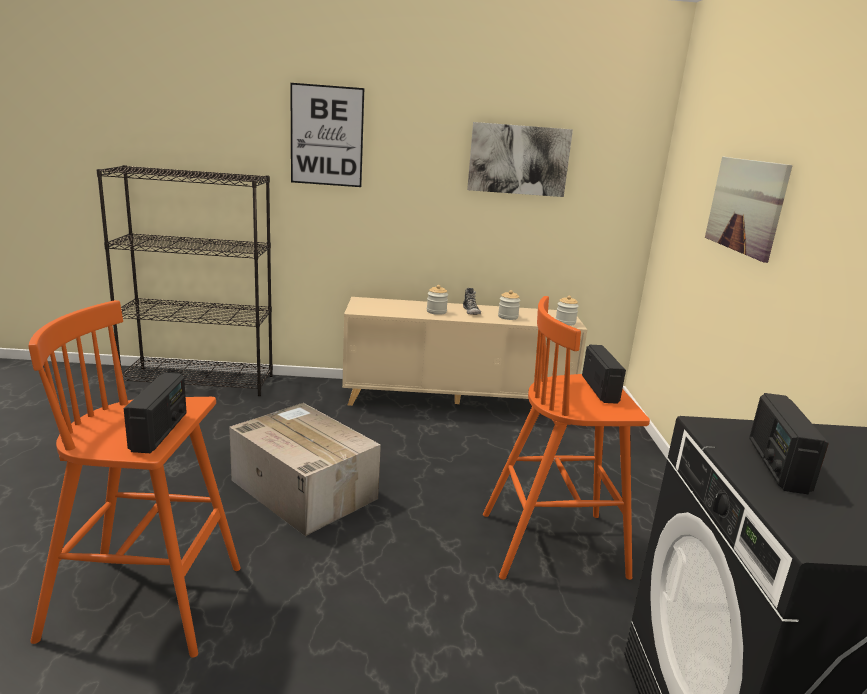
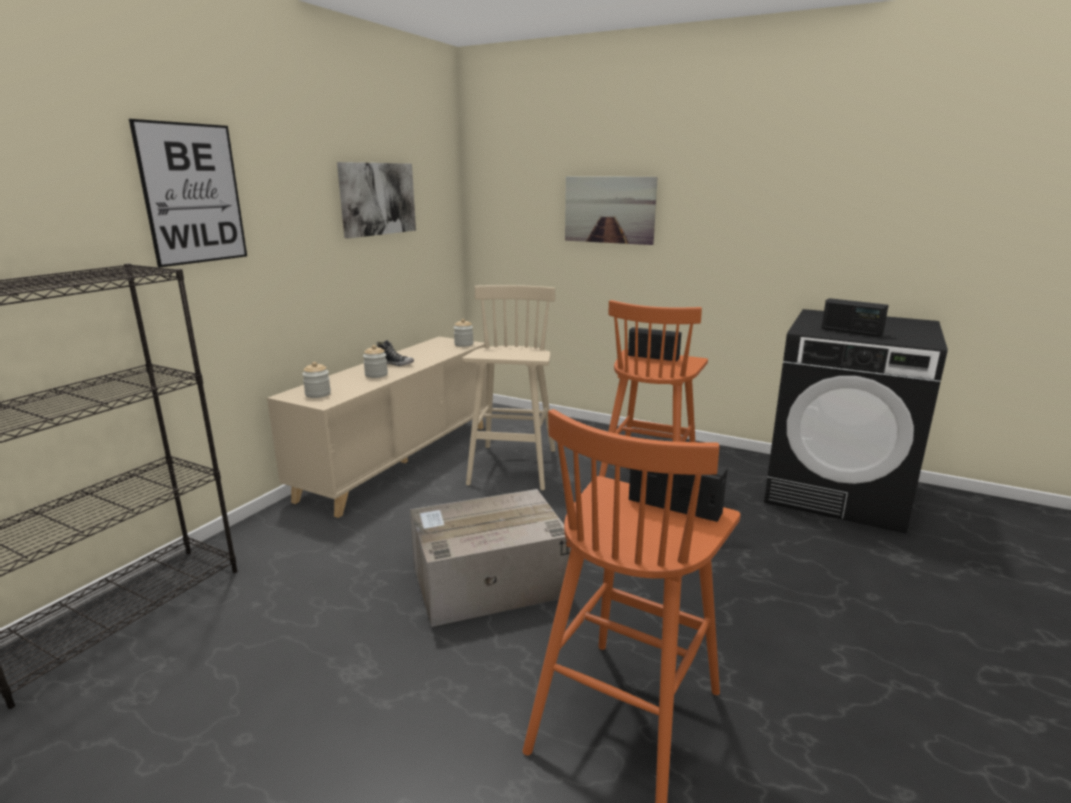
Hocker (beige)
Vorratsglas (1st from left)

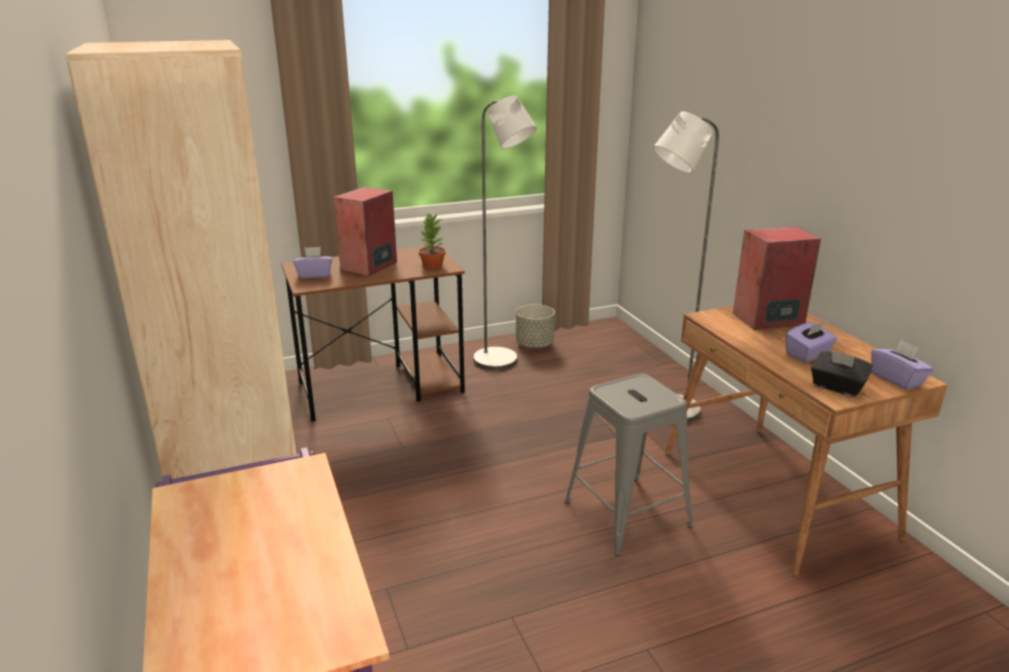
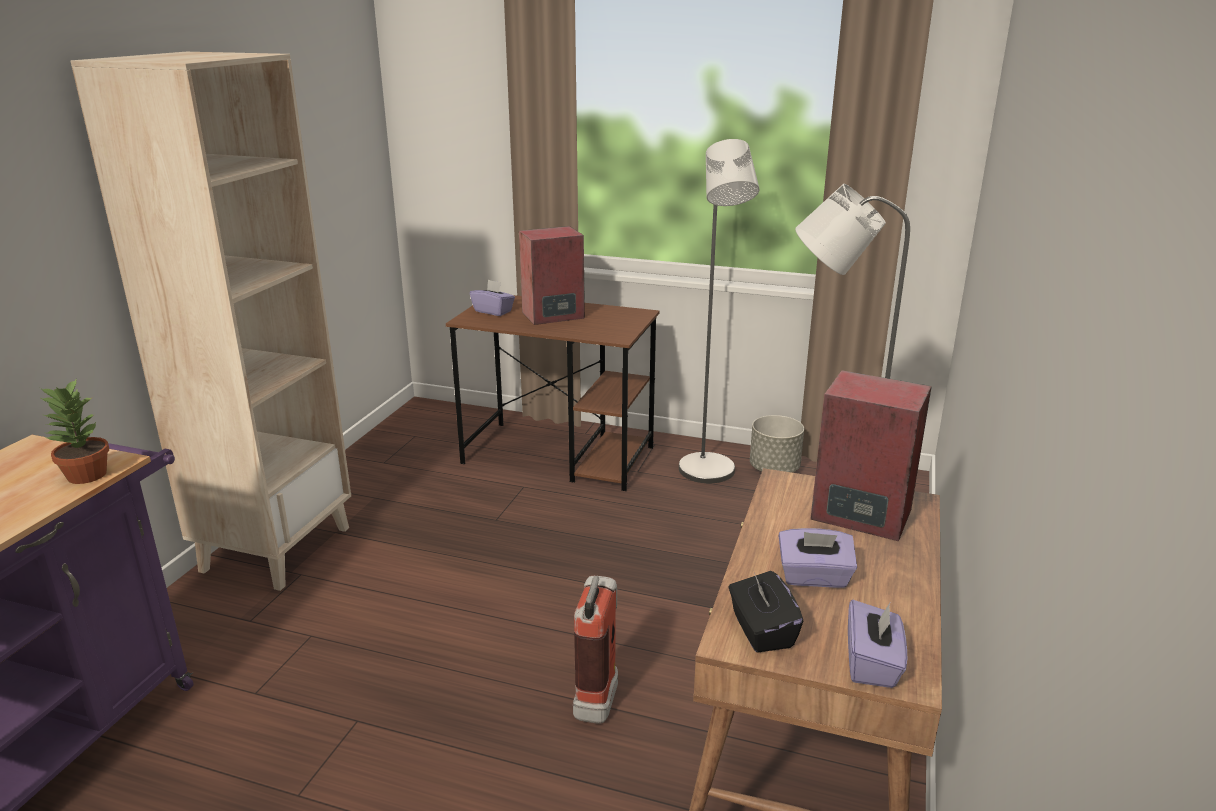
Topfpflanze
Feuerlöscher

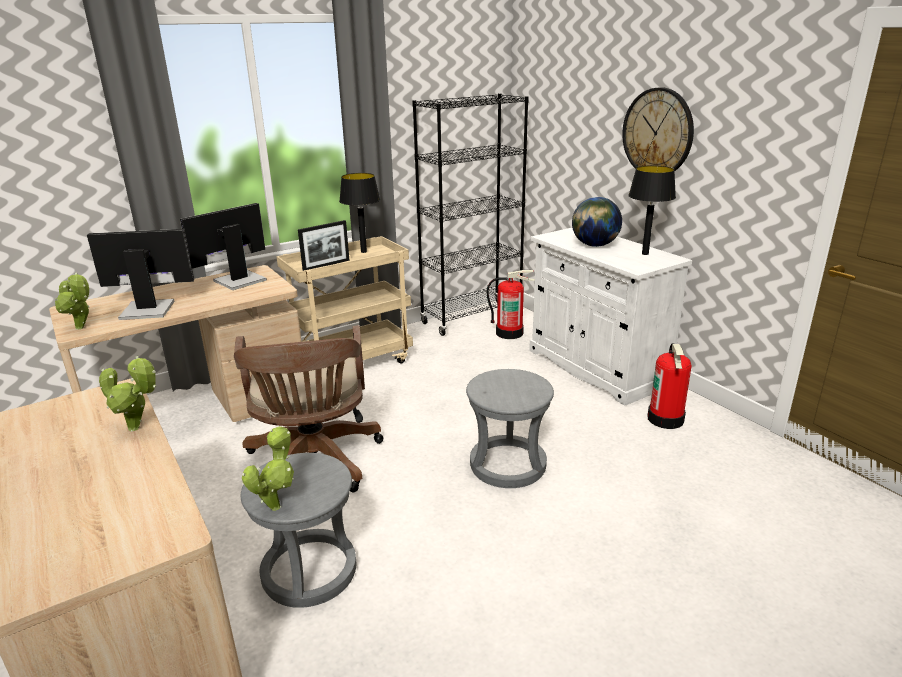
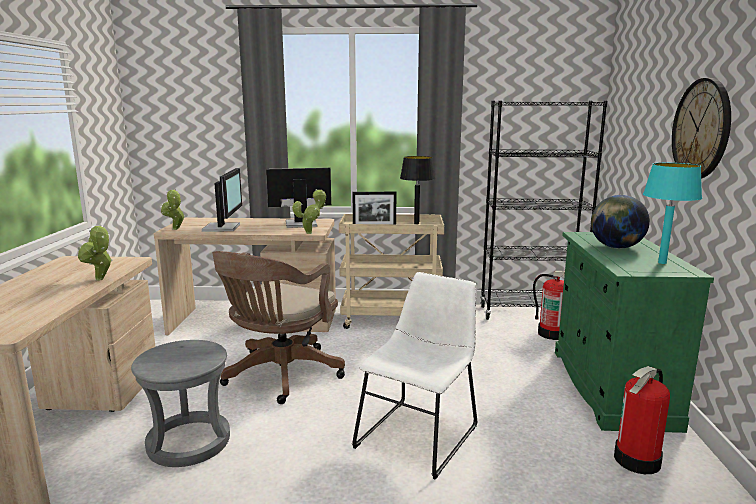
Topfpflanze (3rd from left)
Stuhl (weiß)
Schrank (grün)
Tischlampe (türkis)
Monitor (1st from left)

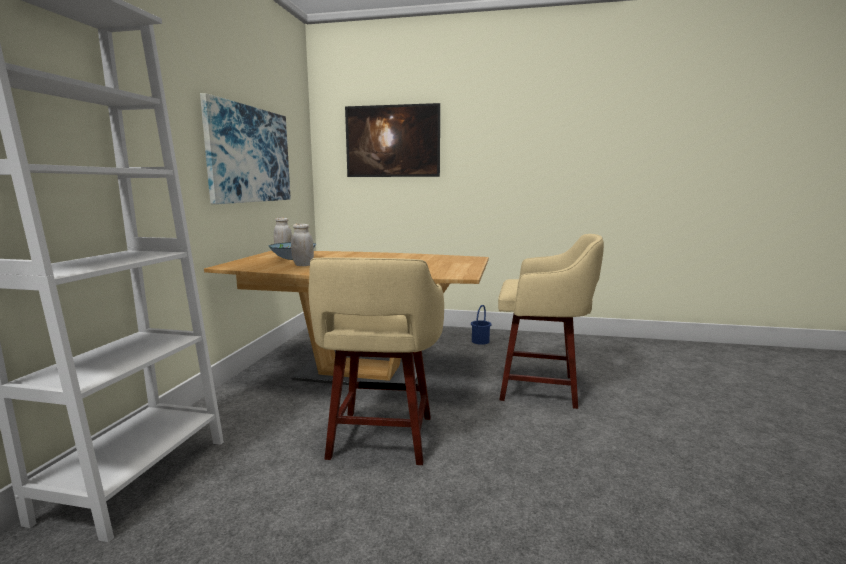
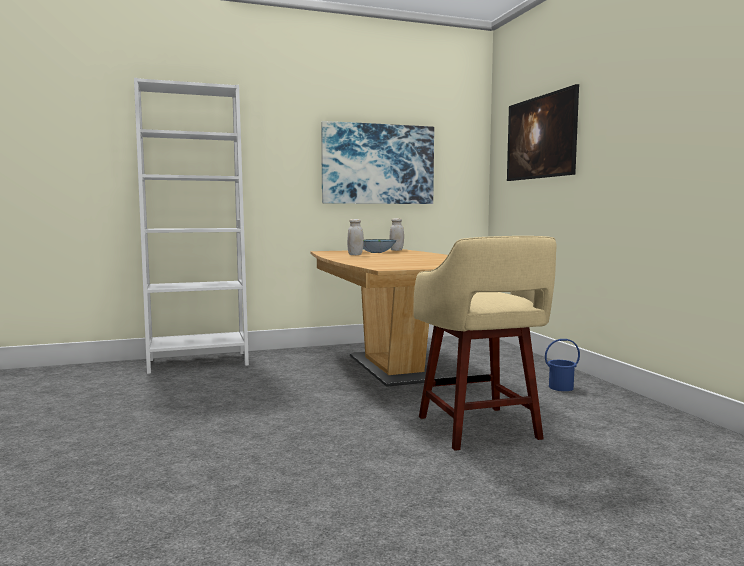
Hocker (beige) (1st from left in the first image)

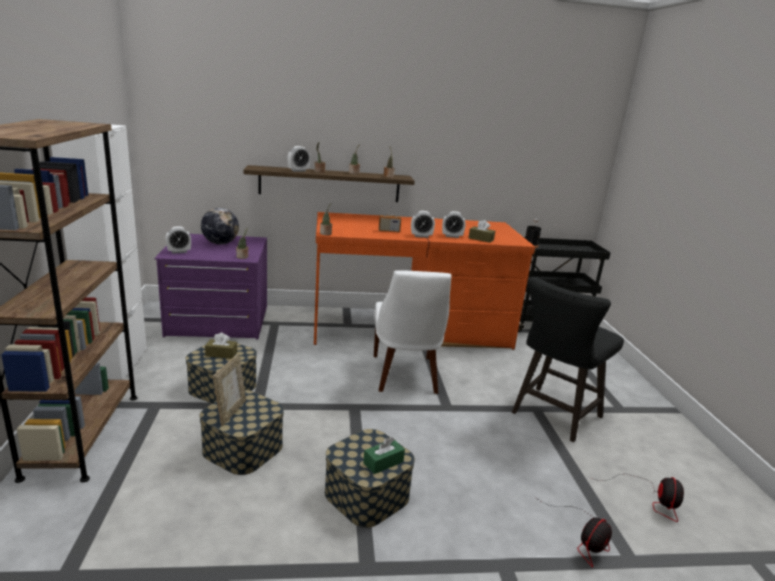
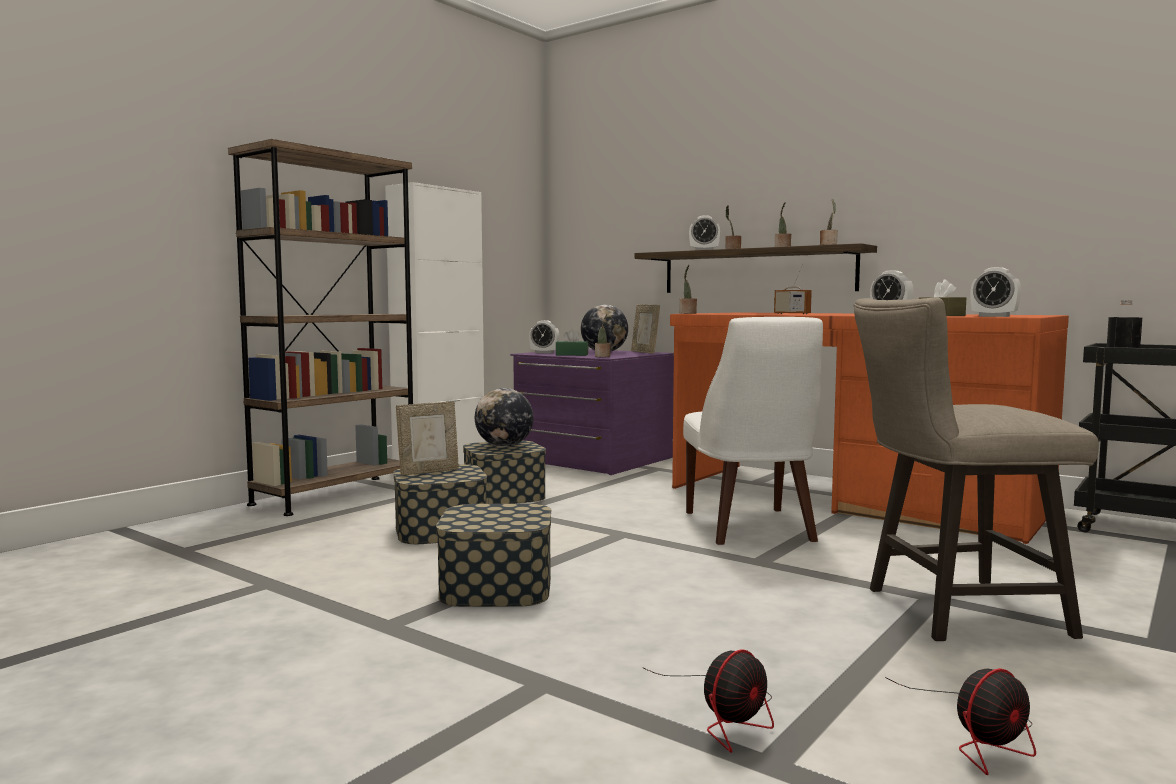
Bilderrahmen (2nd from left)
Taschentuchbox (grün)
Wecker (4th from left)
Globus (1st from left)
Hocker (beige)
Stuhl (weiß)
Ventilator (1st from left)

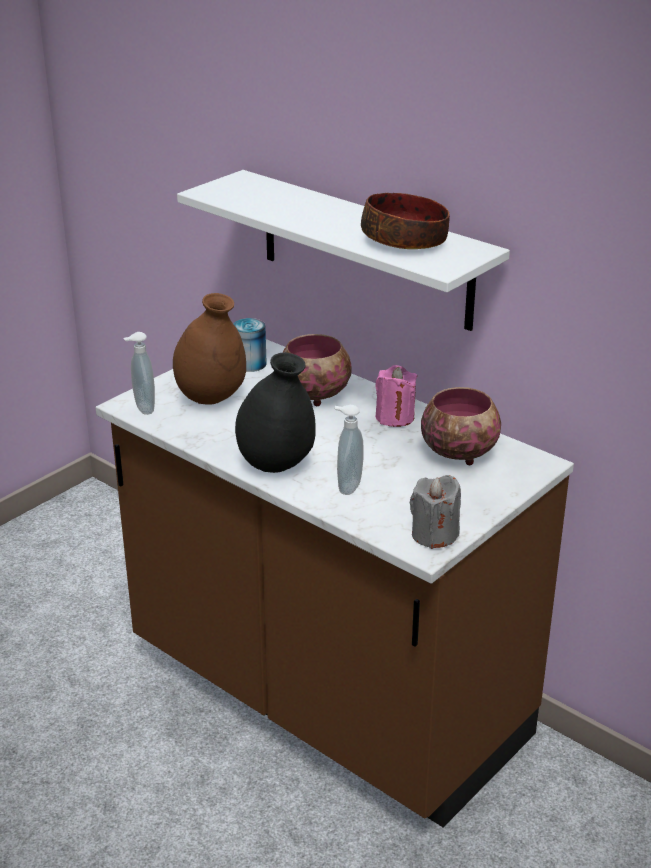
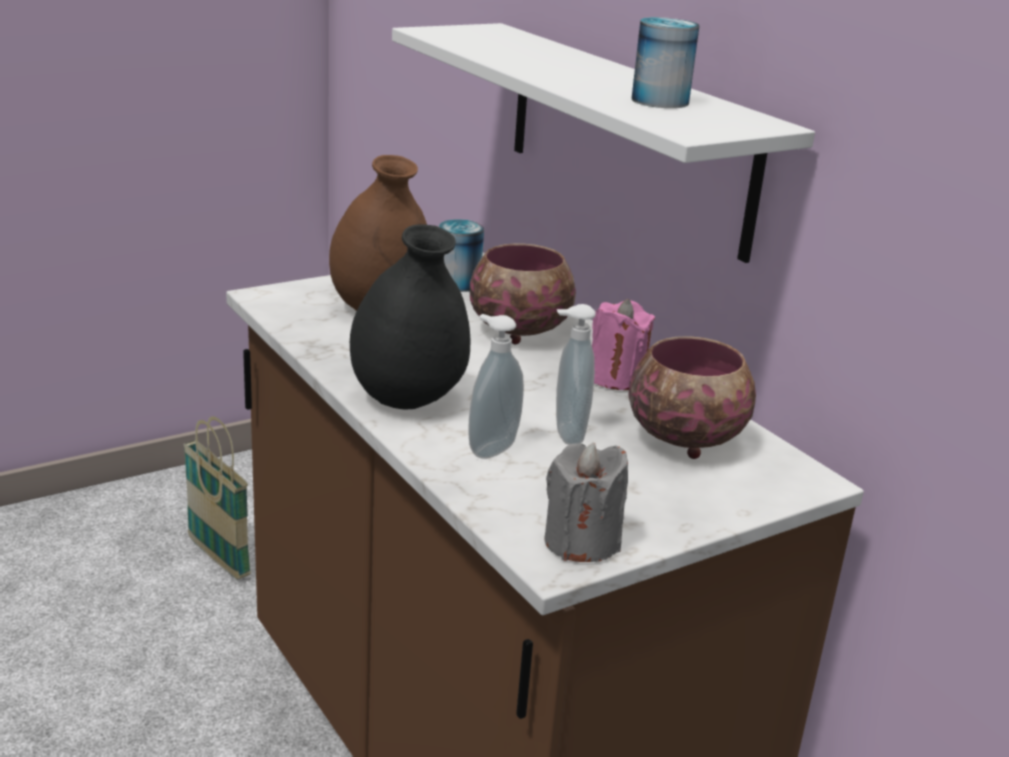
Korb
Seifenspender (2nd from left)
Dose (2nd from left)

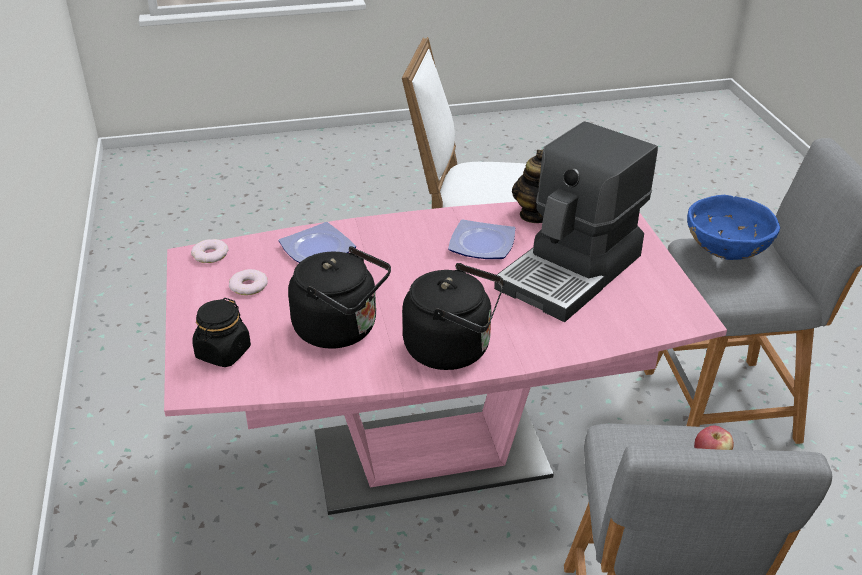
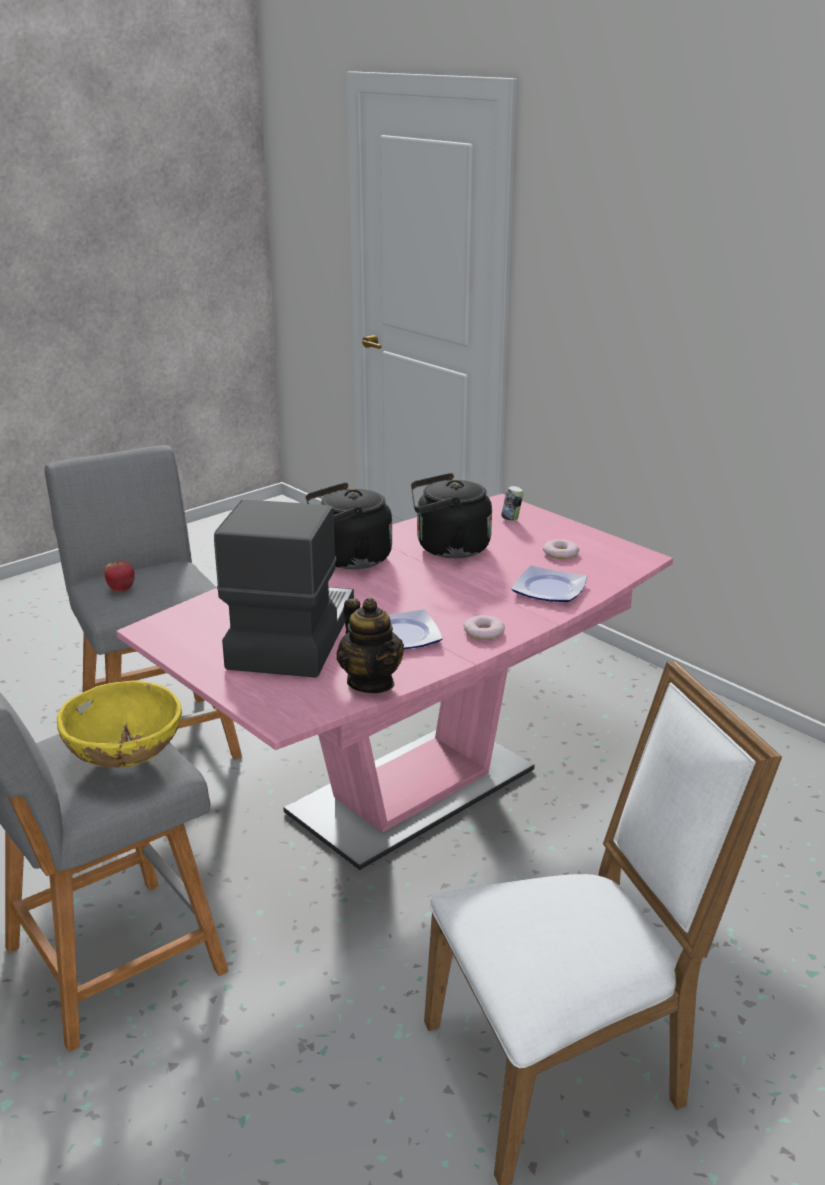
Donut (1st from left)
Dose
Schüssel (gelb)

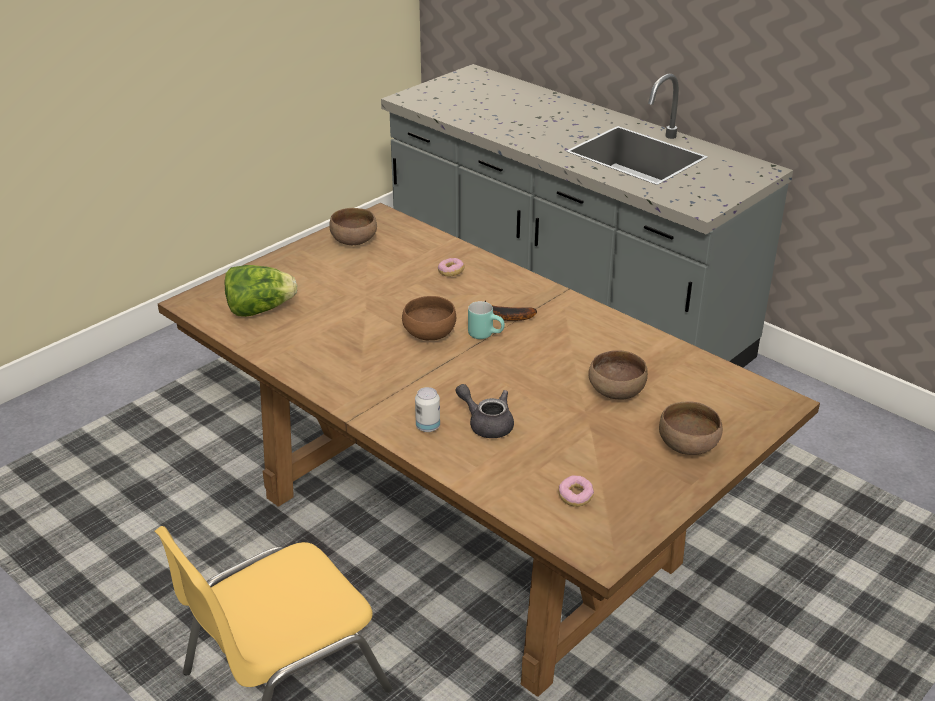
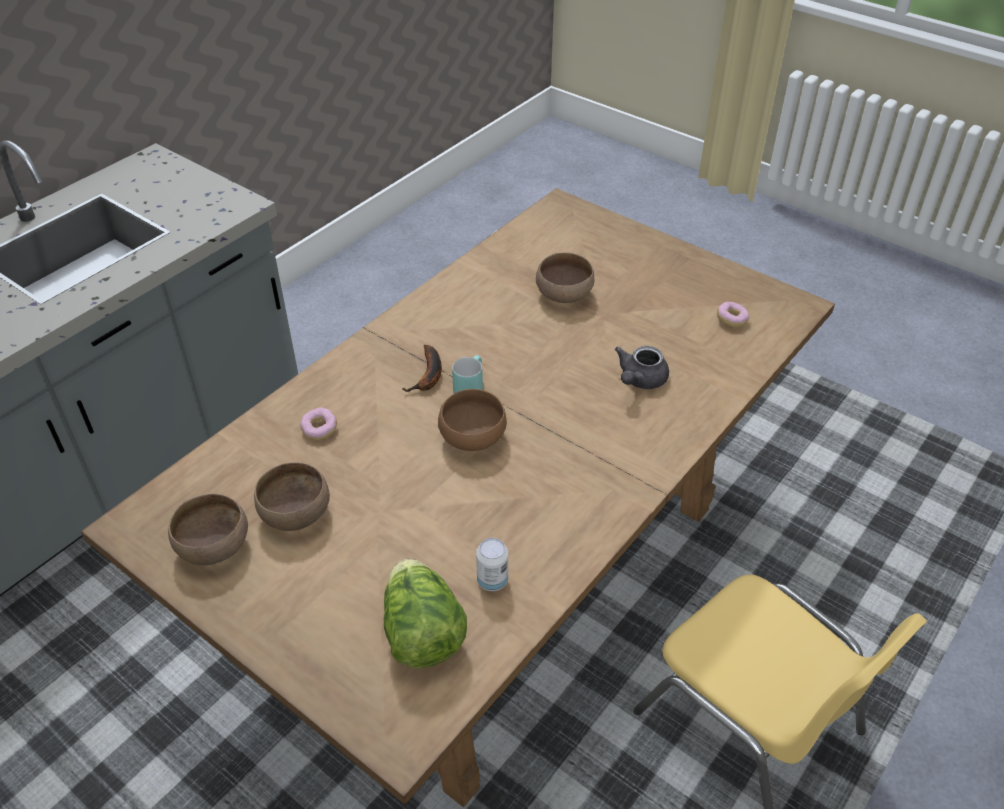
Dose
Schüssel (braun) (2nd from left)

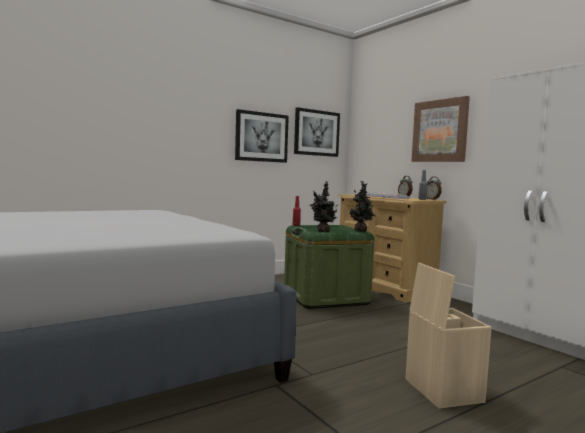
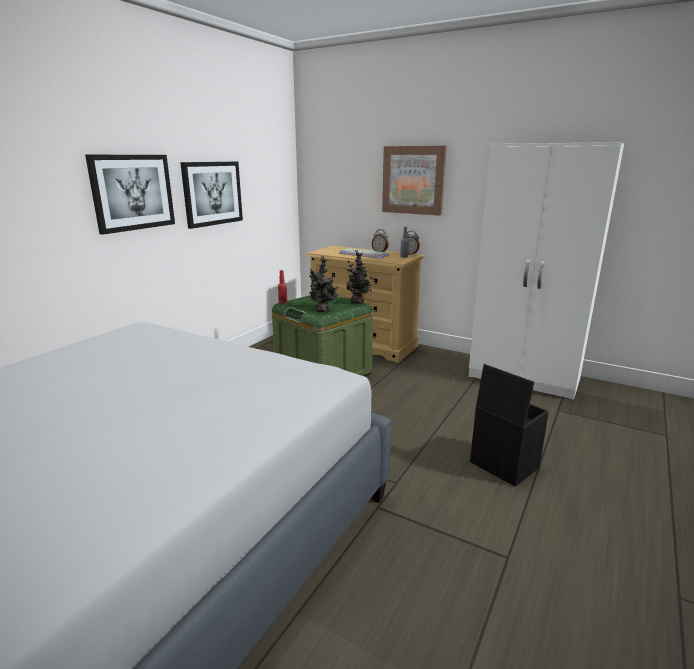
Bild (1st from left)
Aufbewahrungsbox (schwarz)

